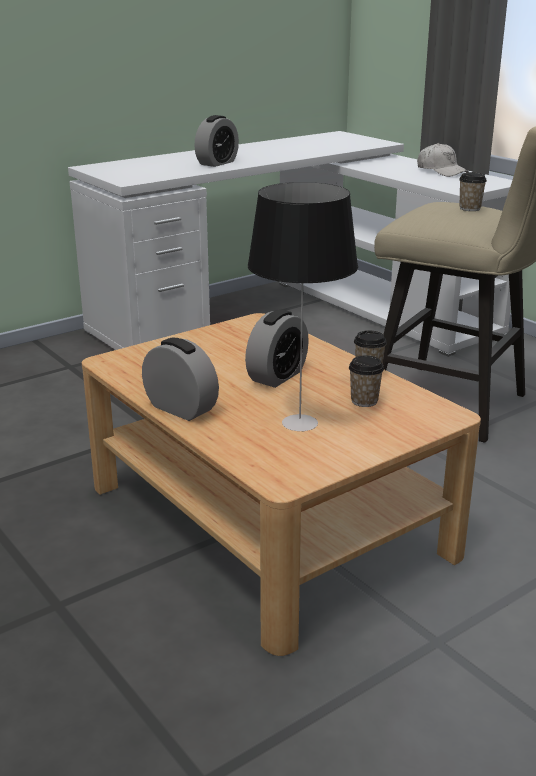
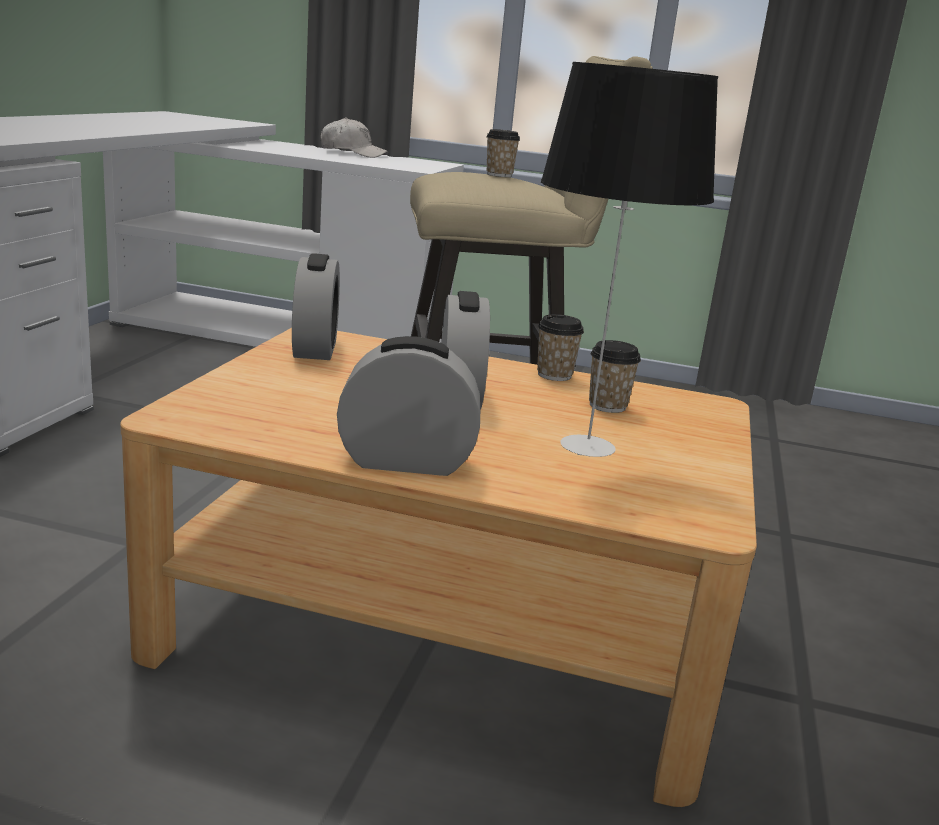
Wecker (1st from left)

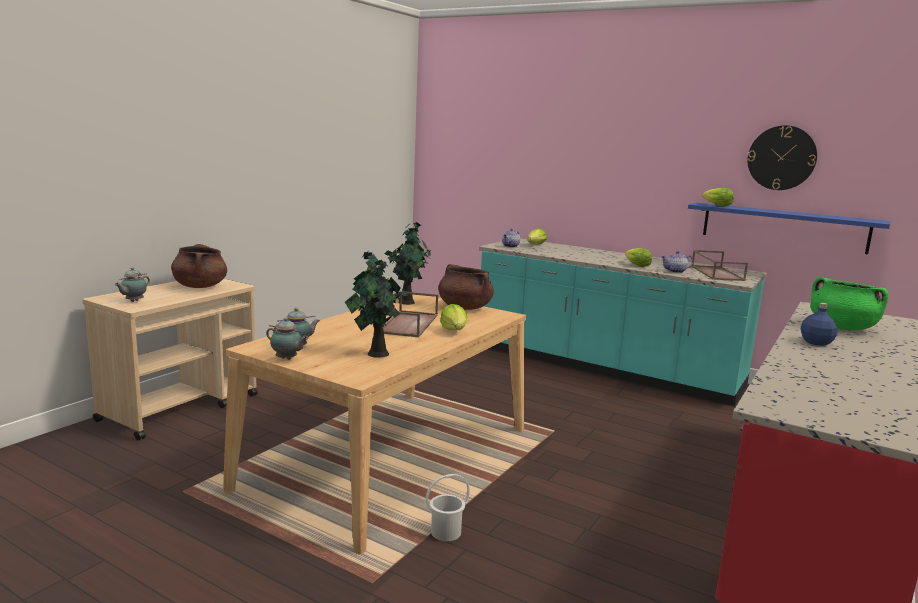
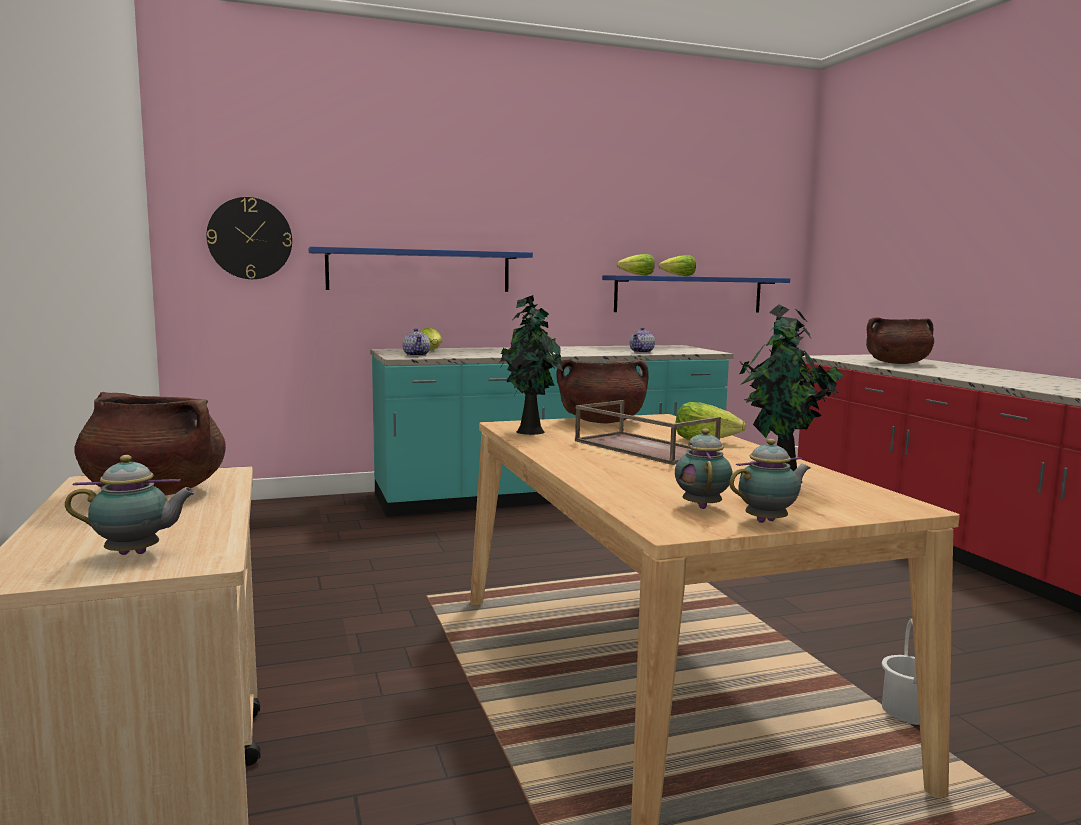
Tablett (braun) (2nd from left in the first image)
Flasche (blau)
Wandregal (blau) (1st from left)
Salatkopf (3rd from left)
Wanduhr
Kochtopf (braun) (3rd from left)
Teekanne (1st from left)

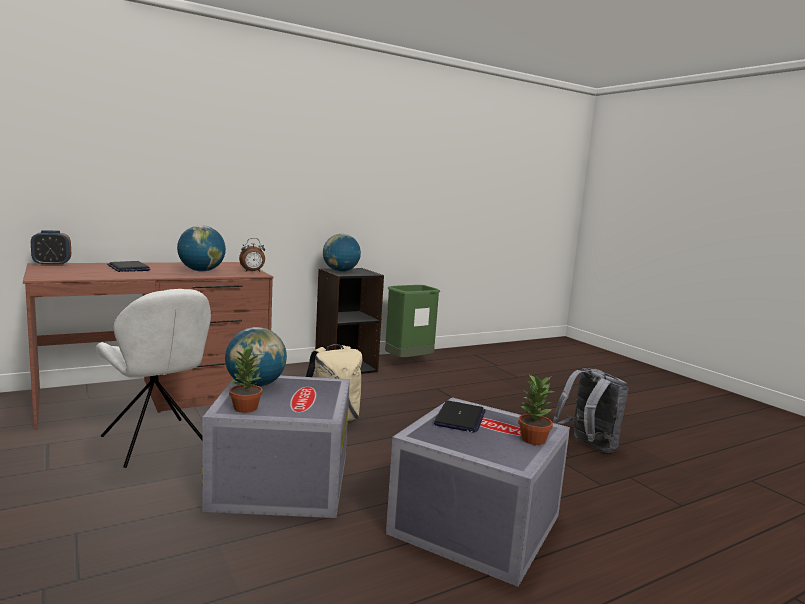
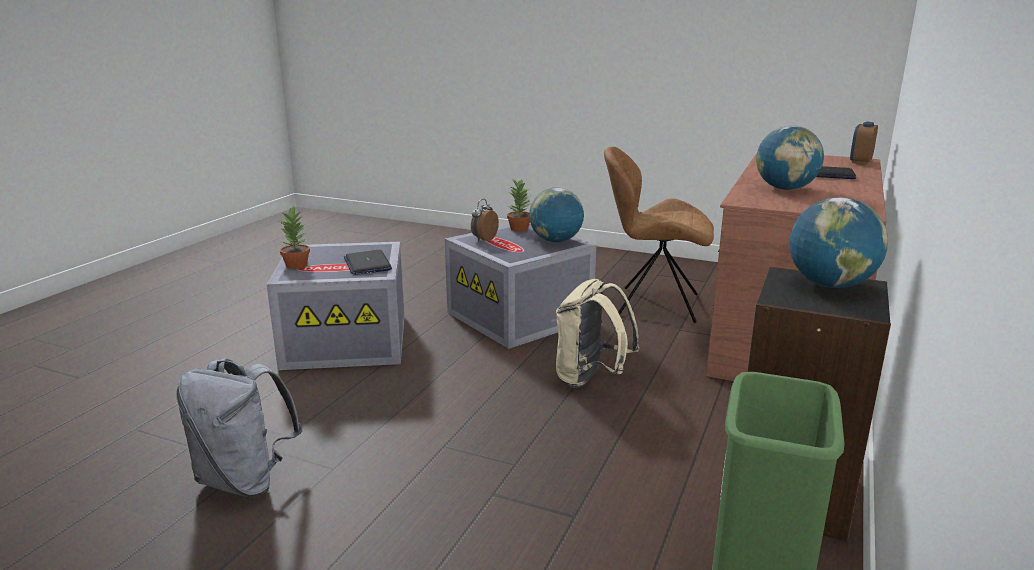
Wecker (1st from left)
Stuhl (braun)

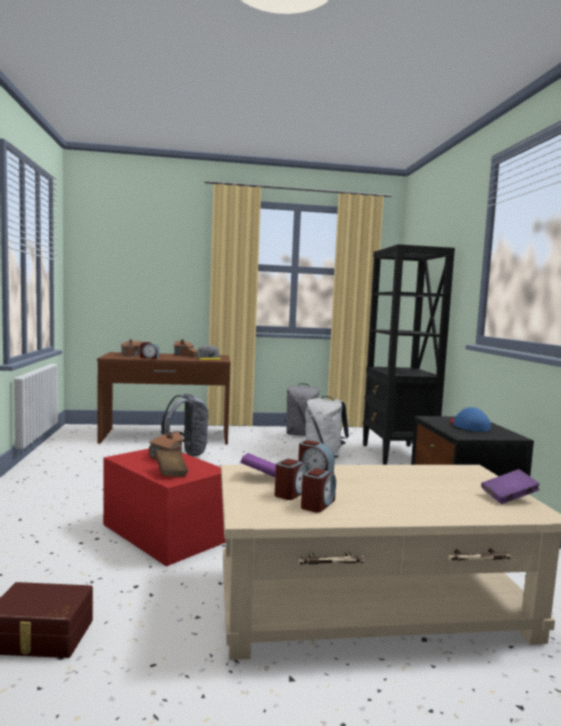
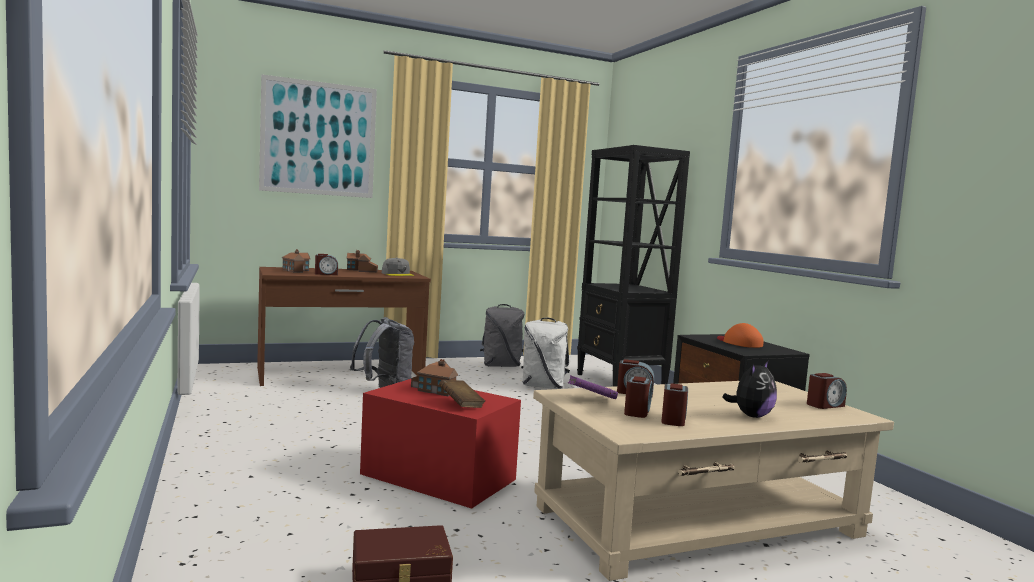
Bild
Plüschtier
Wecker (5th from left)
Kappe (orange)

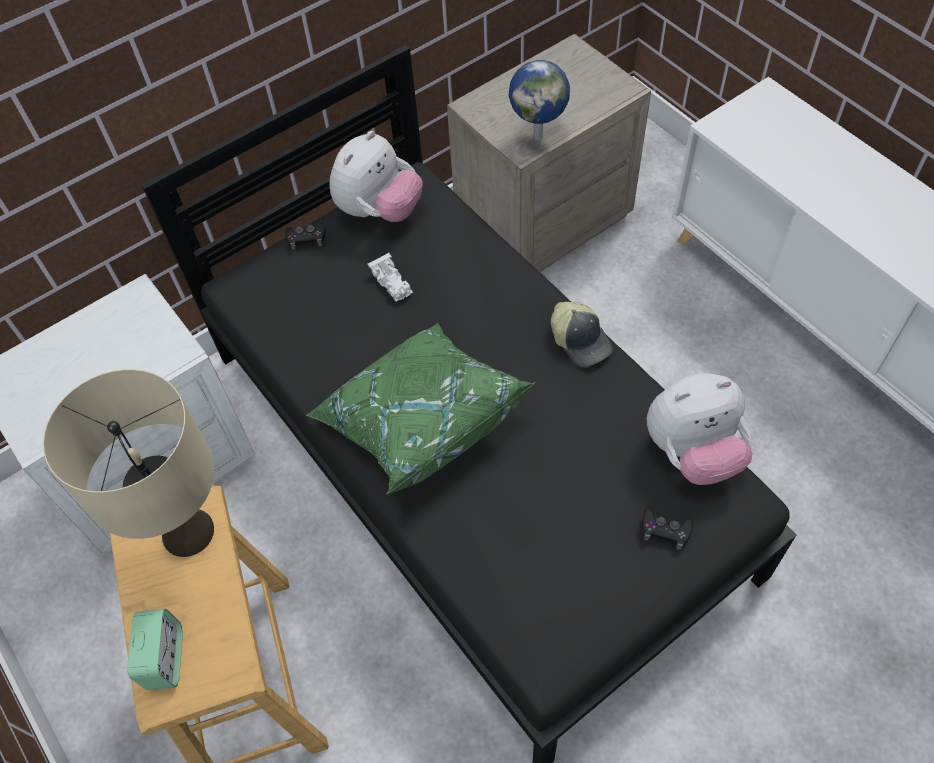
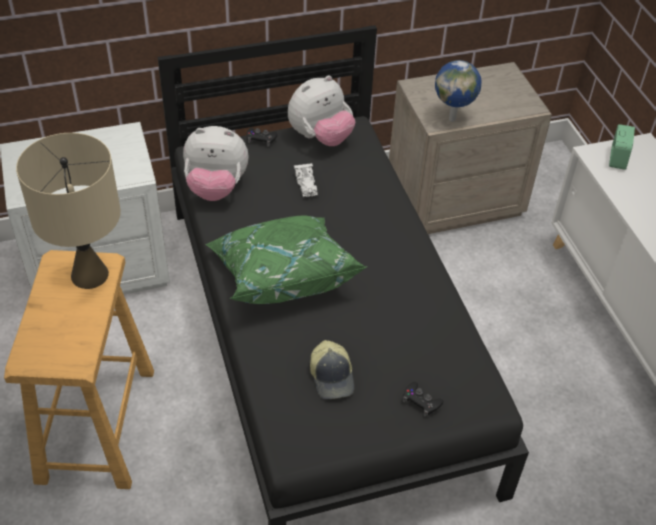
Wecker
Kappe
Plüschtier (1st from left)

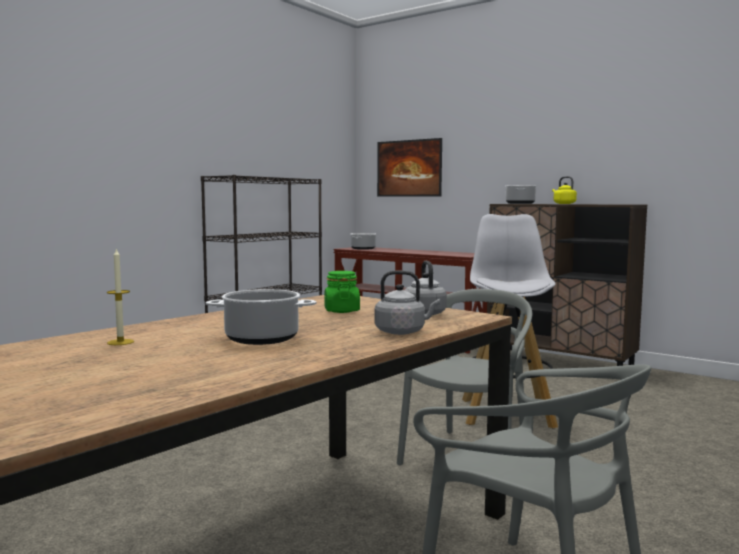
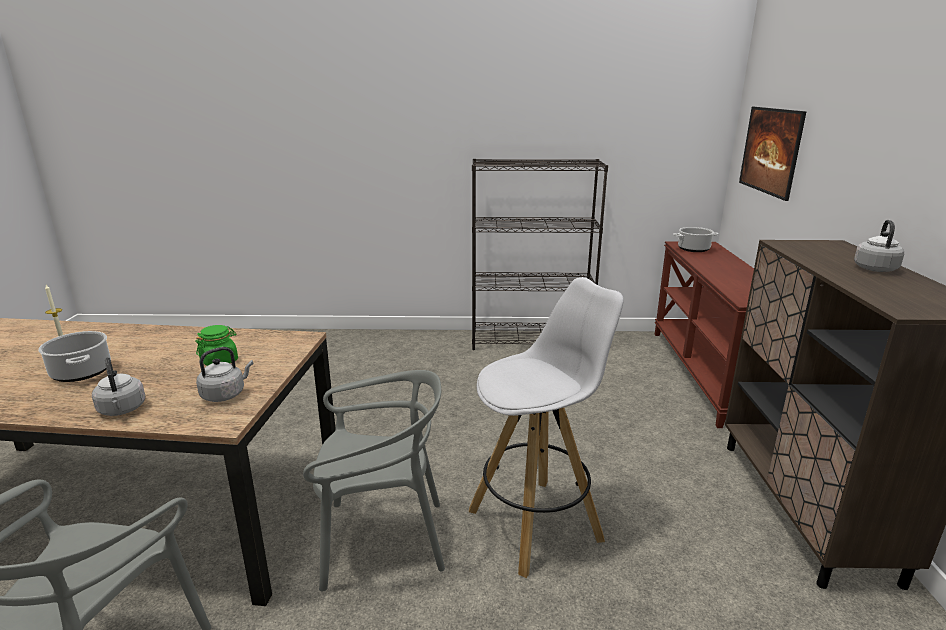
Kochtopf (3rd from left in the first image)
Wasserkessel (grau) (3rd from left)

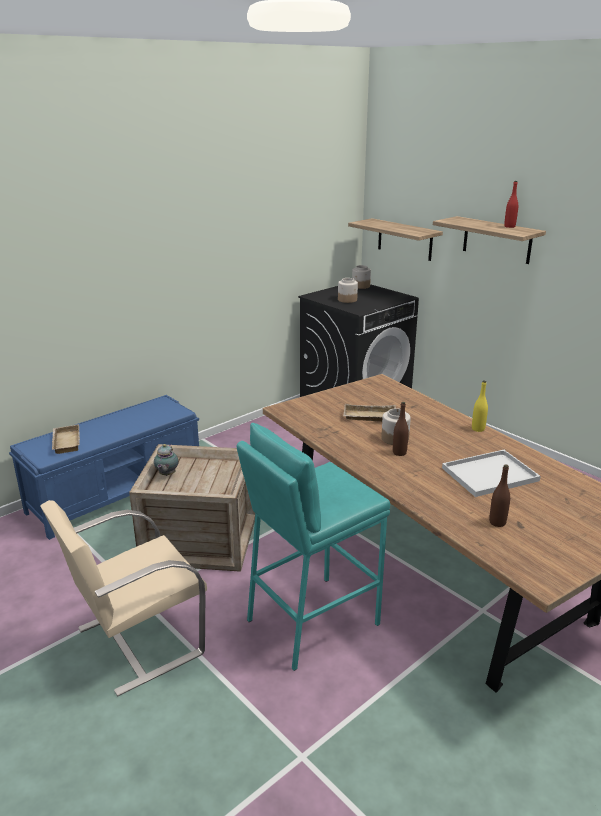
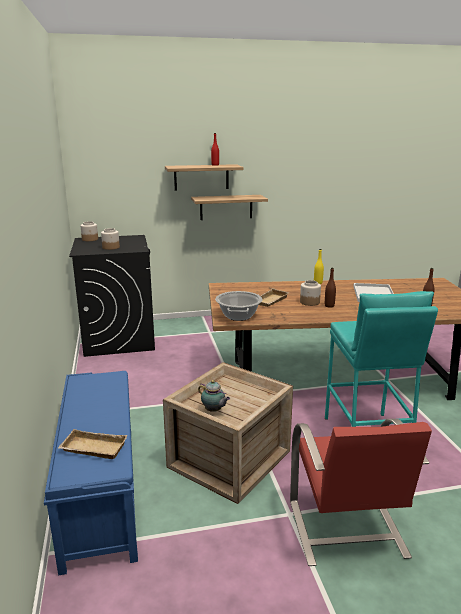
Kochtopf
Wandregal (2nd from left)
Stuhl (rot)

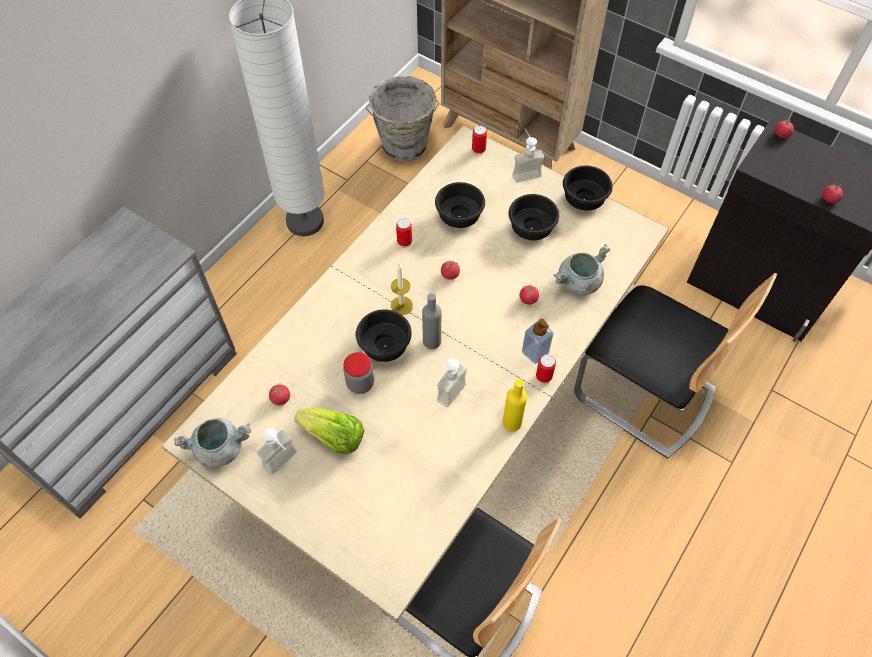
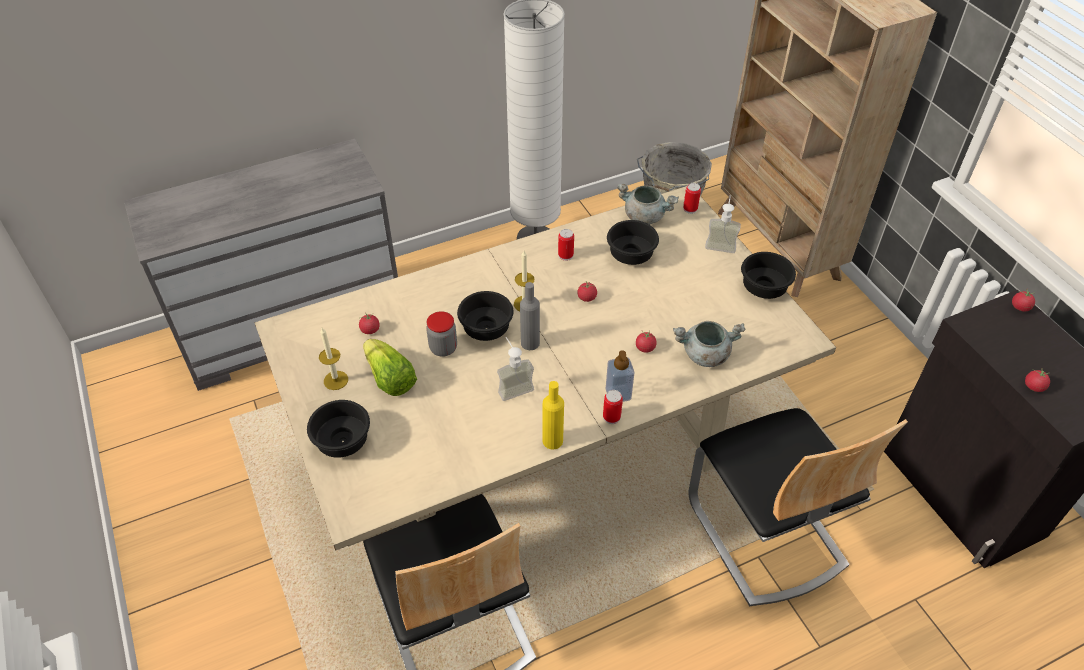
Kochtopf (grau) (1st from left)
Schüssel (schwarz) (1st from left)
Kerze (1st from left)

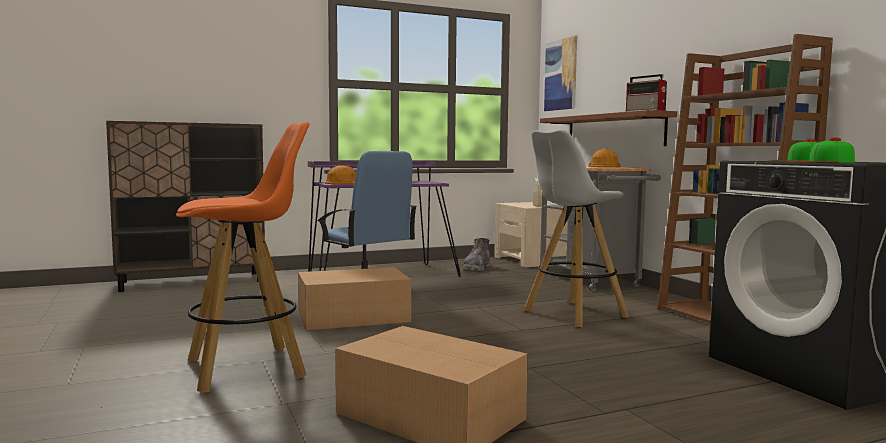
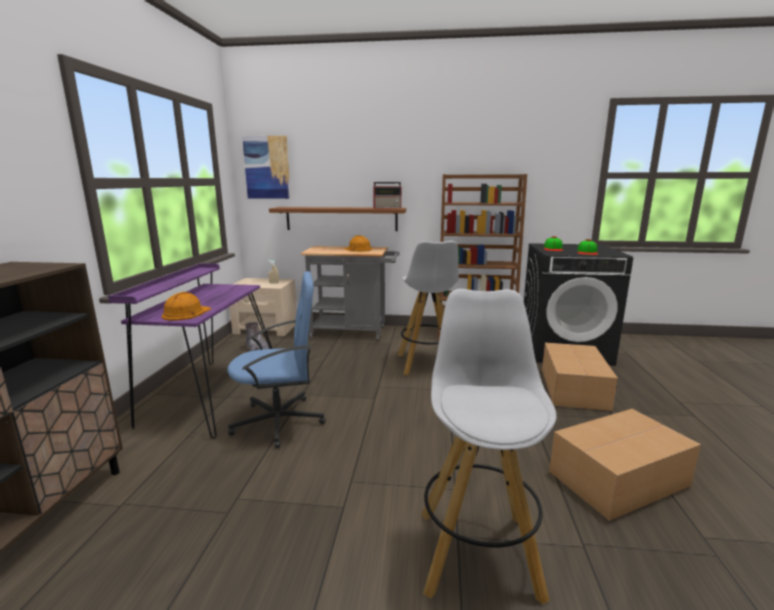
Karton (1st from left)
Hocker (weiß) (2nd from left)

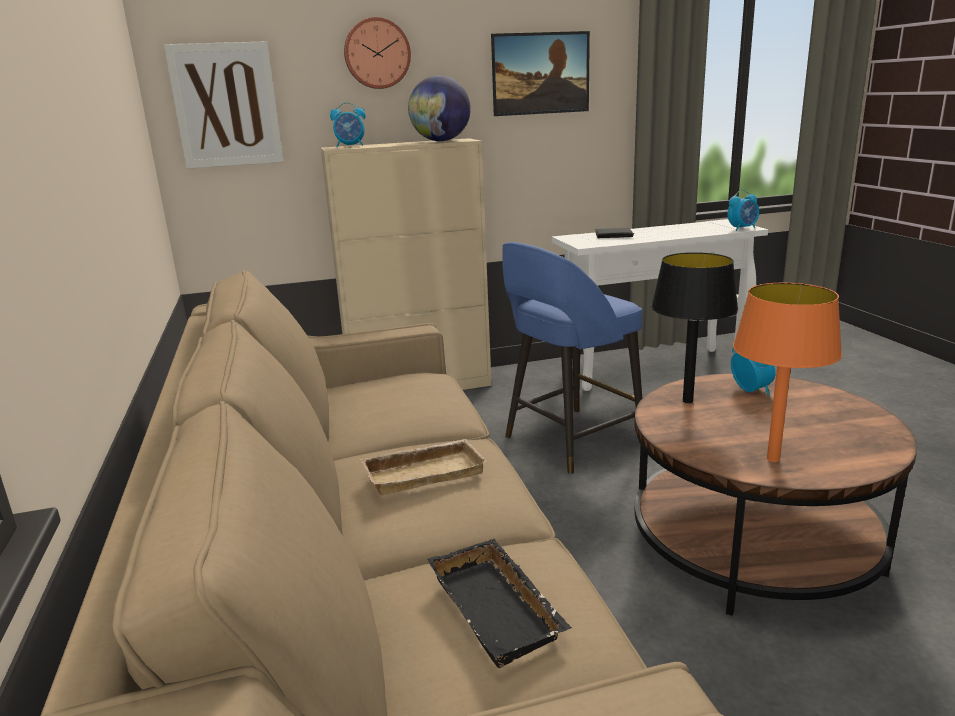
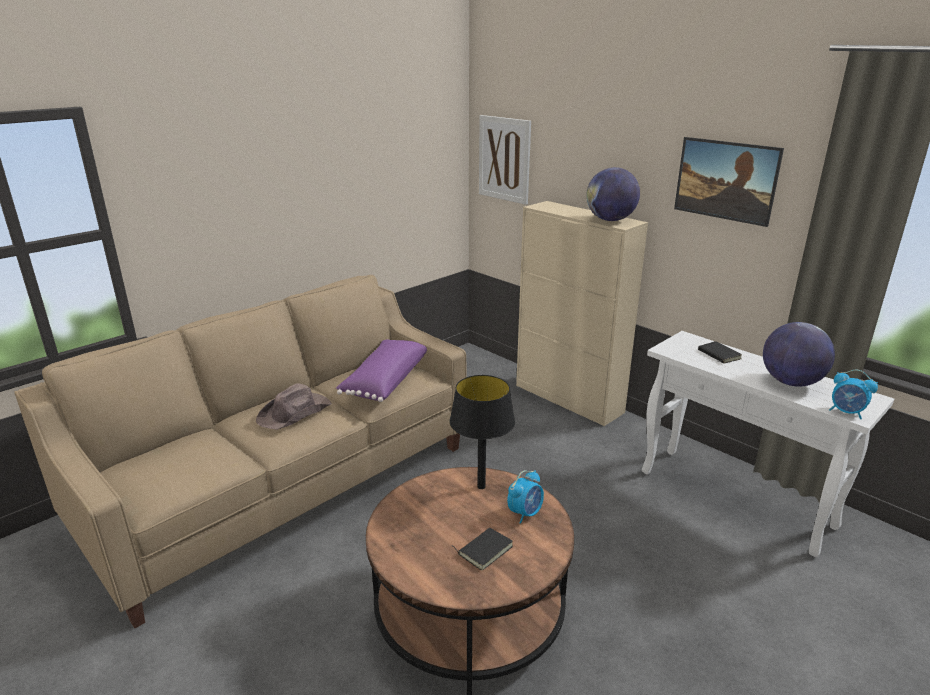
Wecker (1st from left in the first image)
Wanduhr
Tablett (schwarz)
Hocker (blau)
Tischlampe (orange)
Kissen (lila)
Buch (schwarz) (1st from left)
Globus (2nd from left)
Hut (braun)

